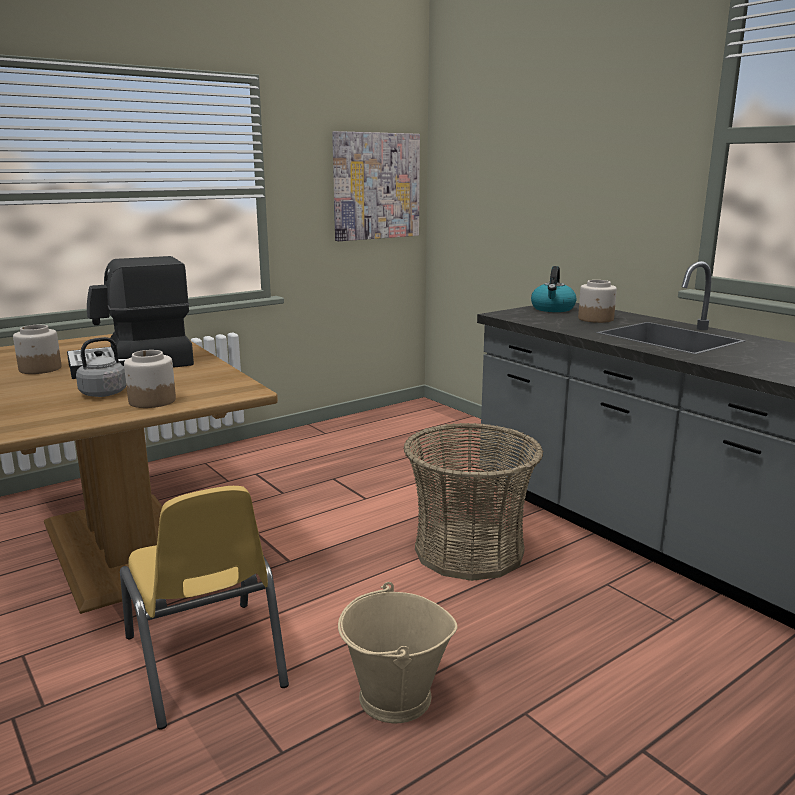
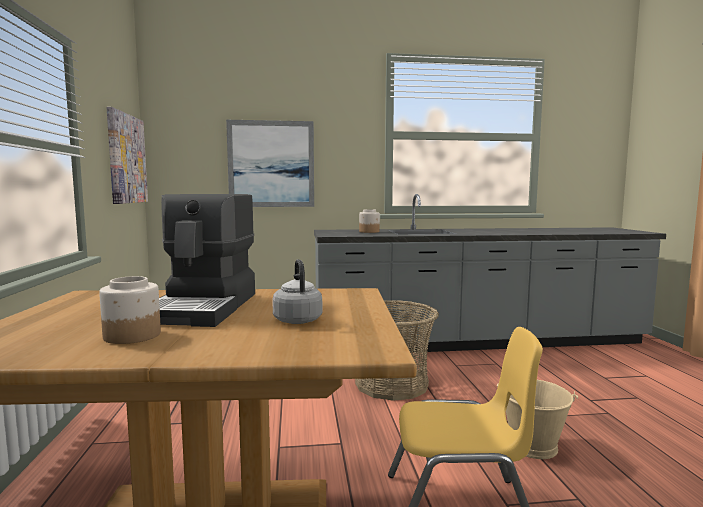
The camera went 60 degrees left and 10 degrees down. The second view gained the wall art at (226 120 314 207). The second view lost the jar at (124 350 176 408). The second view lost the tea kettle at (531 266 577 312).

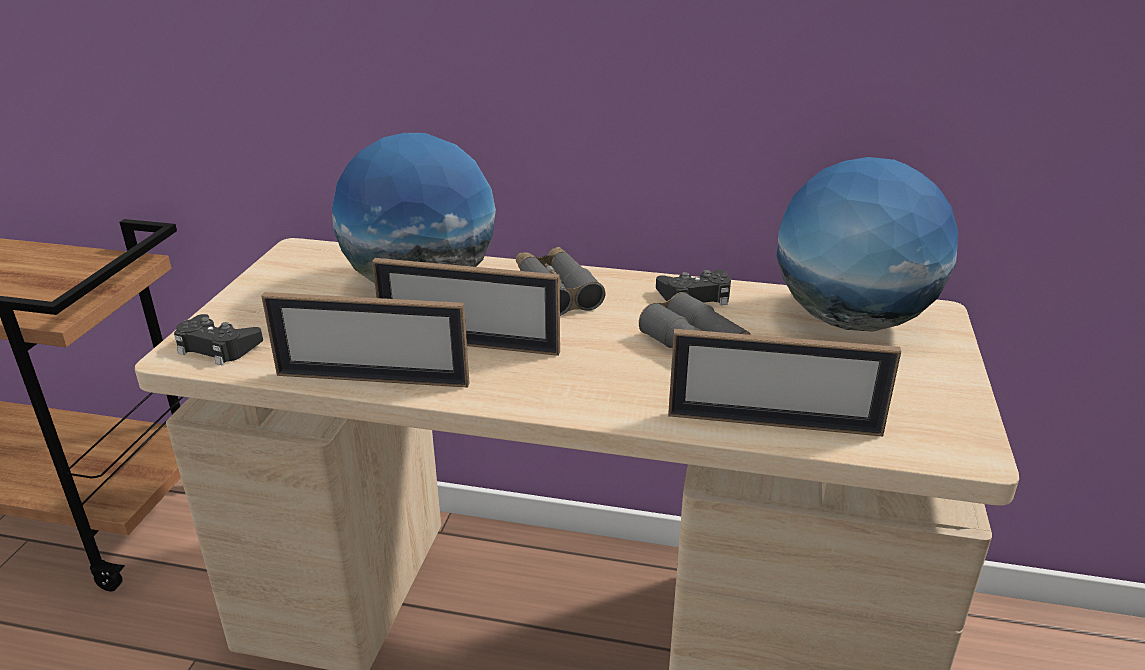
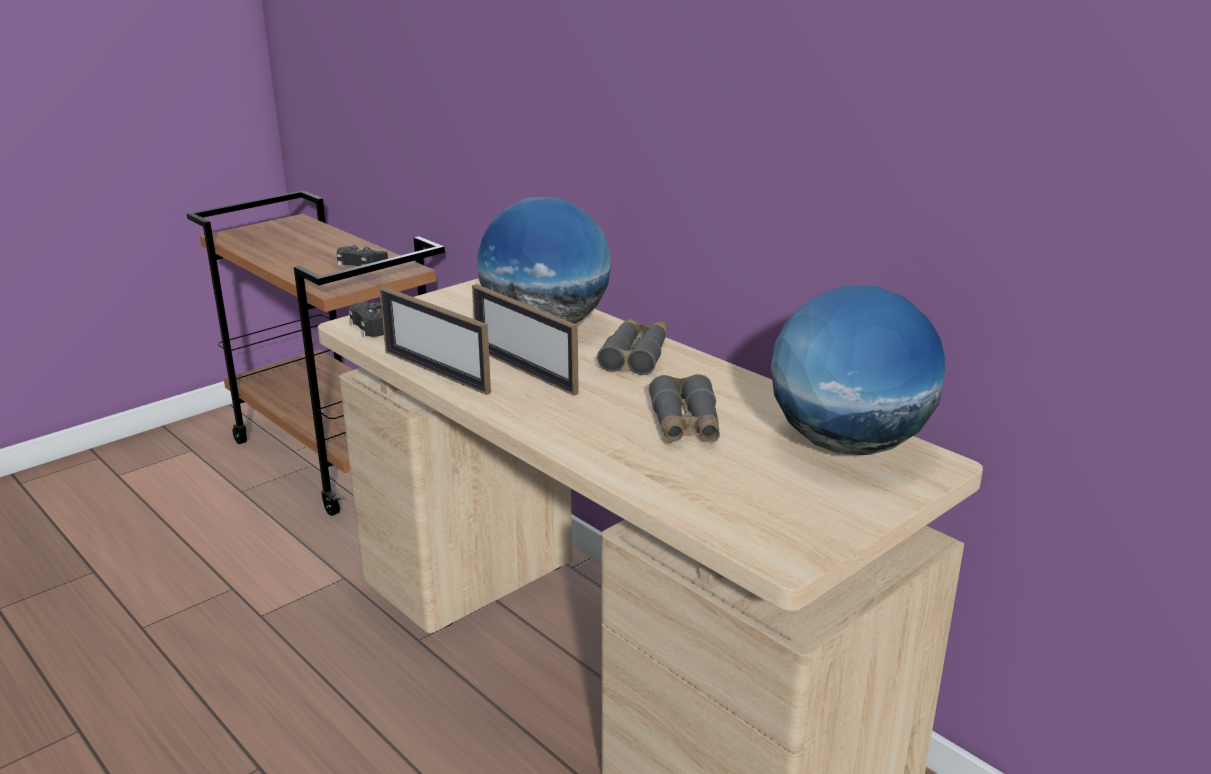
The camera went 35 degrees right and 5 degrees down. The game controller/black-coloured ended up elsewhere, having gone from (656 270 731 305) to (336 245 388 266). The second view lost the picture frame at (668 329 901 436).

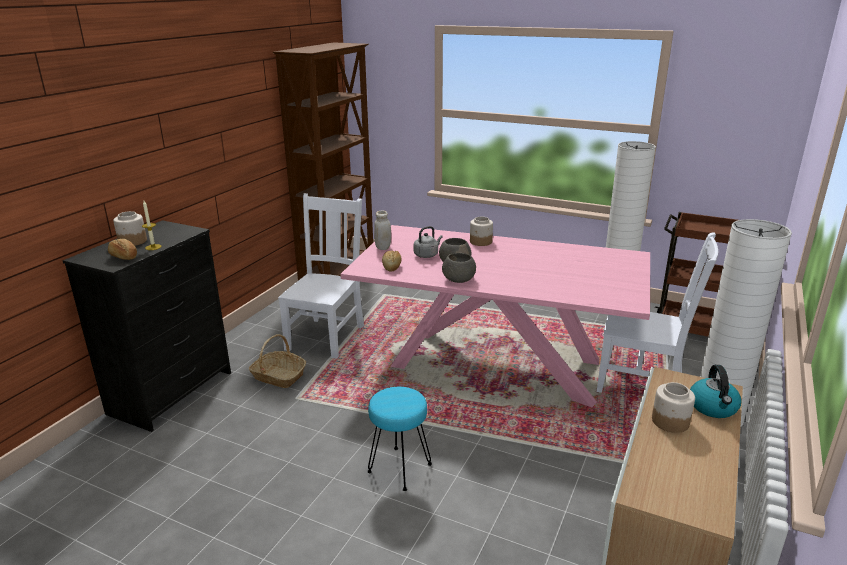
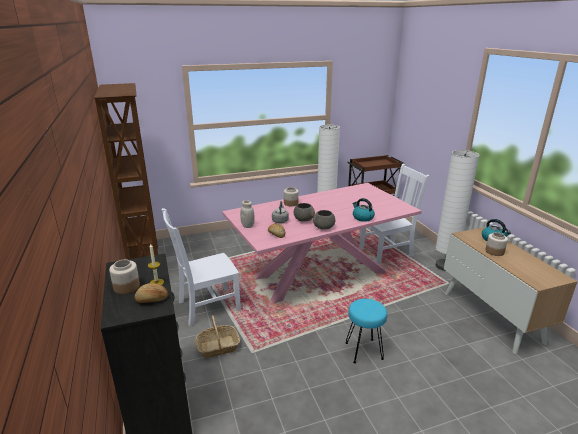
The camera went 45 degrees left and 0 degrees up. The plain chair/white at (278 193 364 359) ended up facing another way, 90 degrees counterclockwise from before. The second view gained the tea kettle at (352 198 375 222).

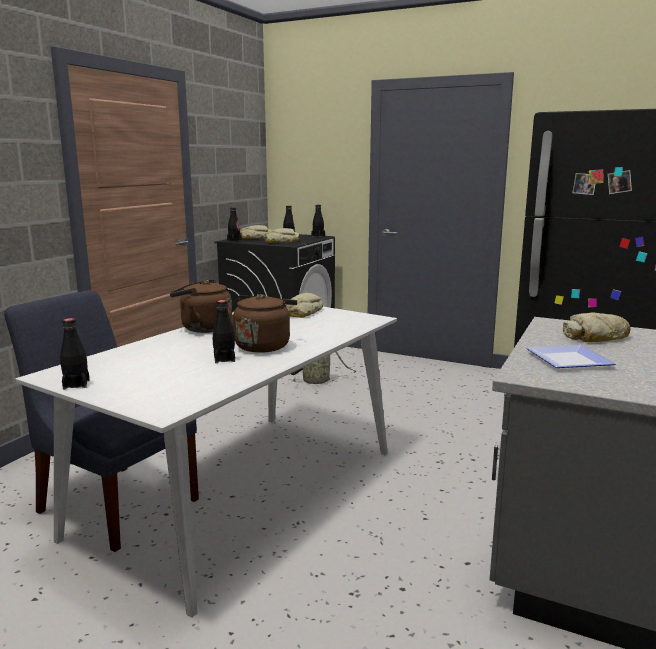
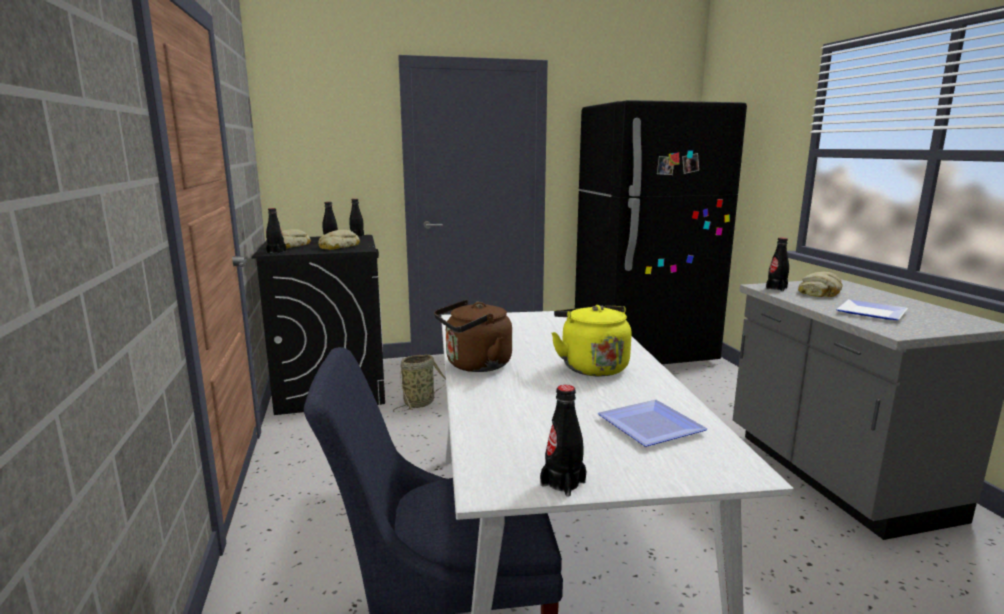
The camera went 40 degrees left and 0 degrees up. What was the tea kettle/brown-coloured at (228 294 297 353) turned into the tea kettle/yellow at (551 305 632 377). The second view gained the plate at (597 400 708 447). The drink bottle/black-coloured ended up elsewhere, having gone from (213 300 235 363) to (766 238 789 291). The second view lost the bakery bread at (286 293 323 318).

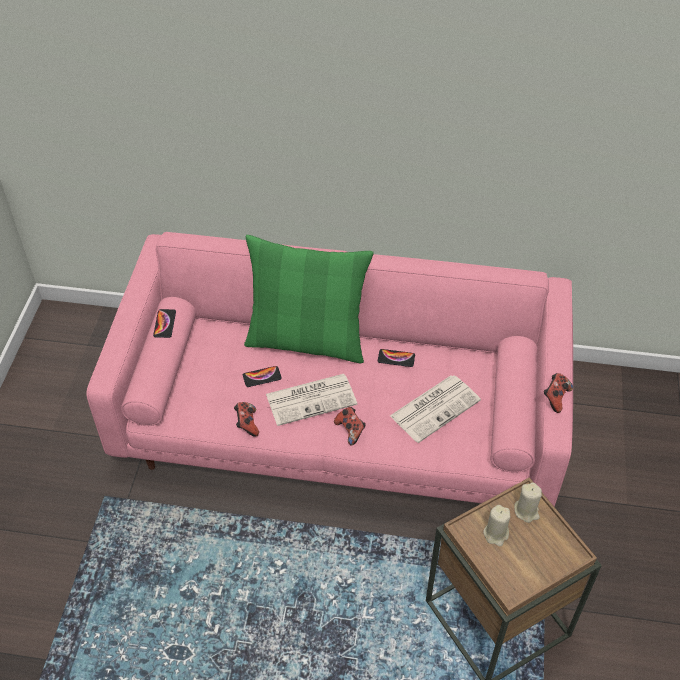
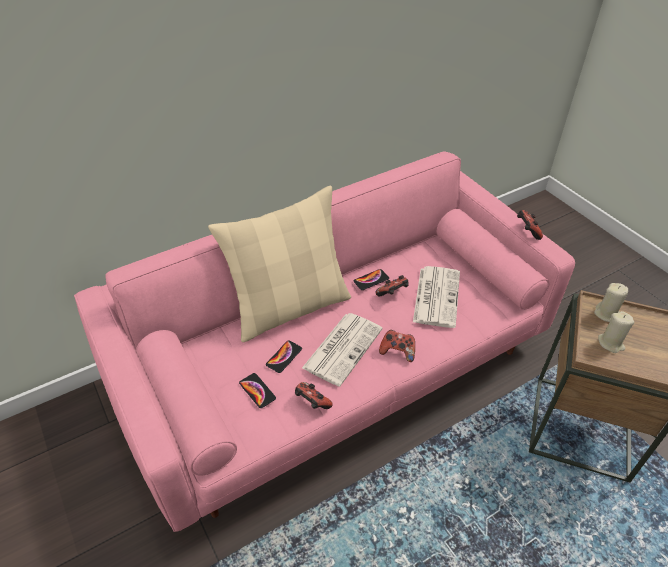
The camera went 40 degrees left and 5 degrees down. What was the pillow/green-coloured at (244 235 374 363) turned into the pillow/beige-coloured at (208 186 351 342). The phone ended up elsewhere, having gone from (153 309 176 338) to (239 373 276 408). The second view gained the game controller at (375 275 409 296).

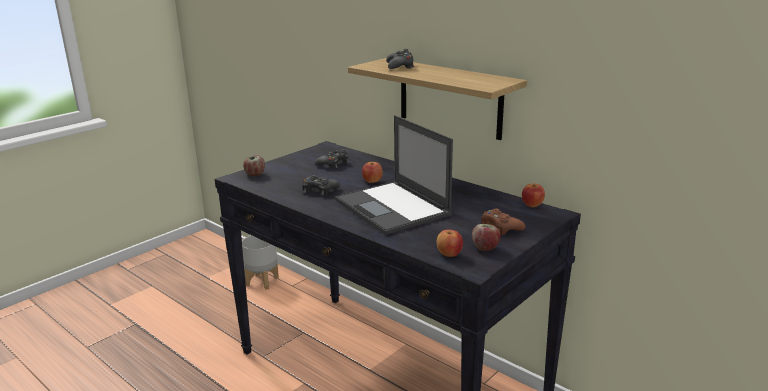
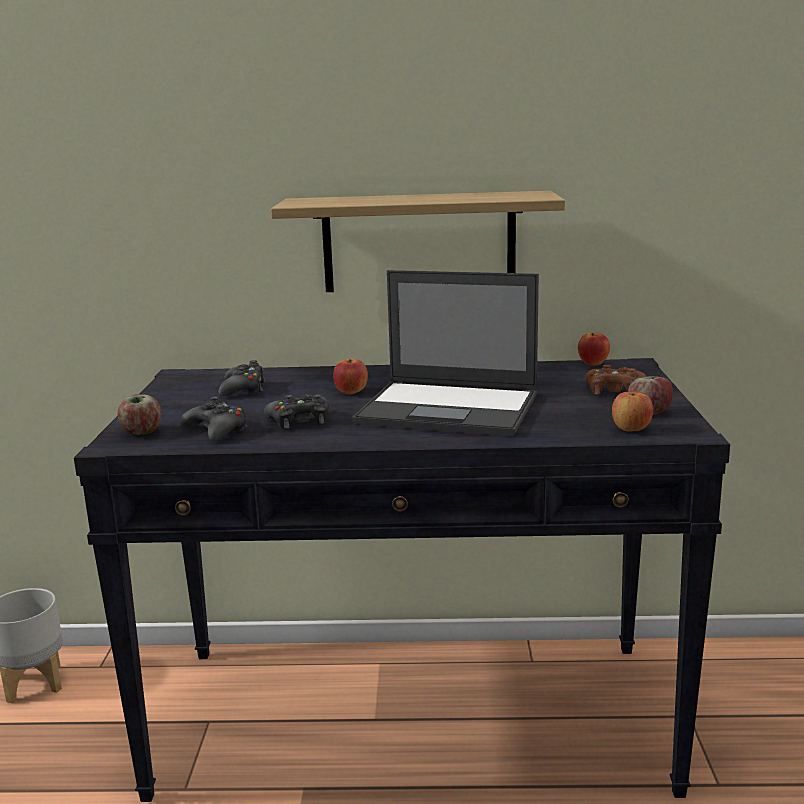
The camera went 40 degrees left and 5 degrees down. The game controller/black-coloured ended up elsewhere, having gone from (386 49 414 69) to (179 396 247 441).

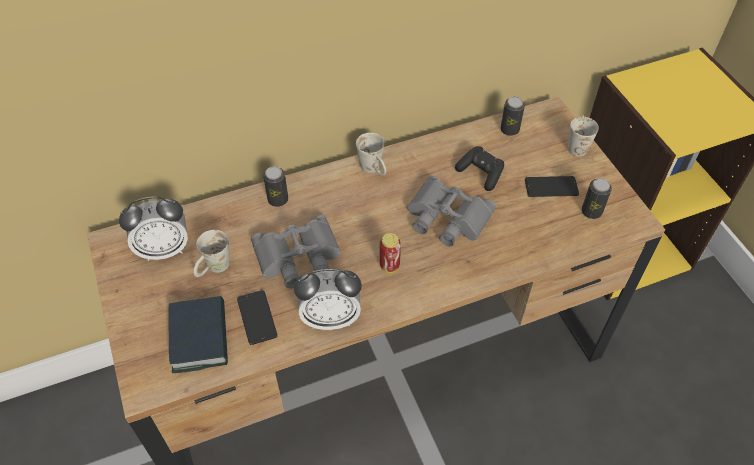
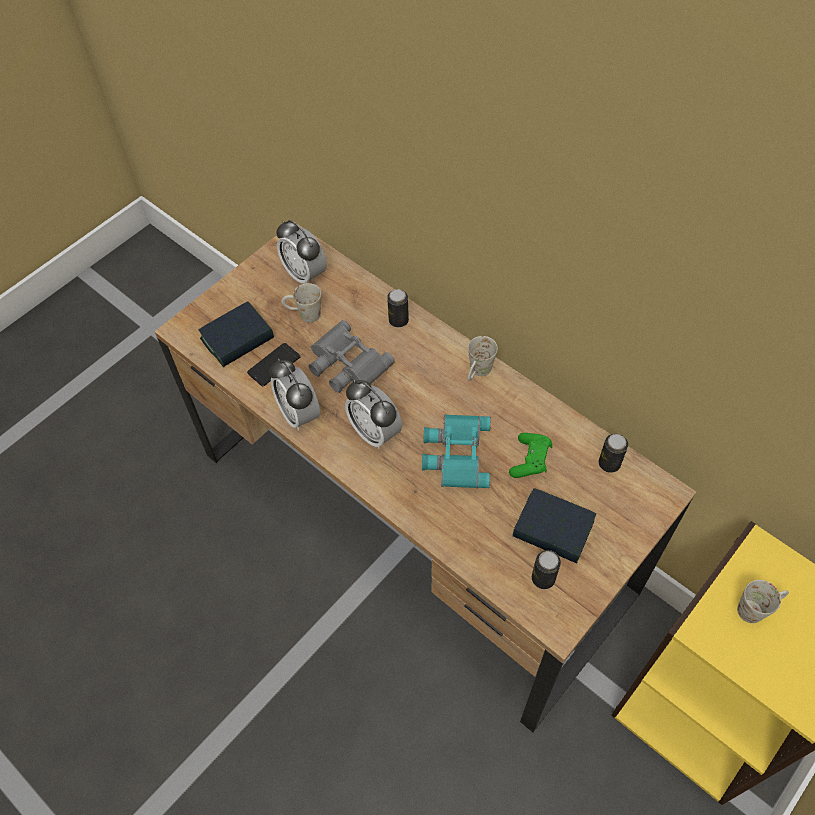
The camera went 65 degrees right and 5 degrees up. Where the sealed can stood at (380 233 401 273), the table clock came to stand at (345 380 402 449). What was the binoculars/grey at (407 176 496 246) turned into the binoculars/turquoise-coloured at (422 414 491 488). What was the game controller/black-coloured at (455 146 504 191) turned into the game controller/green-coloured at (509 433 552 478). Where the phone stood at (525 176 579 197), the bound book came to stand at (512 488 597 563). The mug/white ended up elsewhere, having gone from (568 115 599 156) to (737 580 789 623).

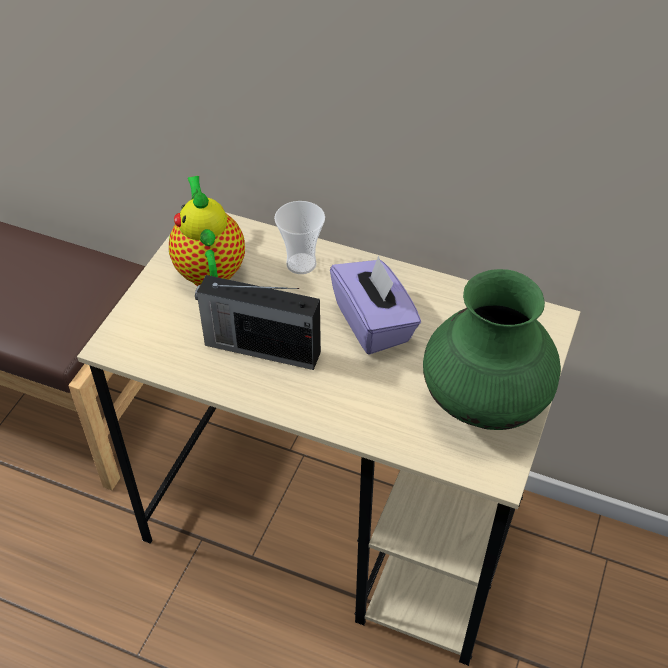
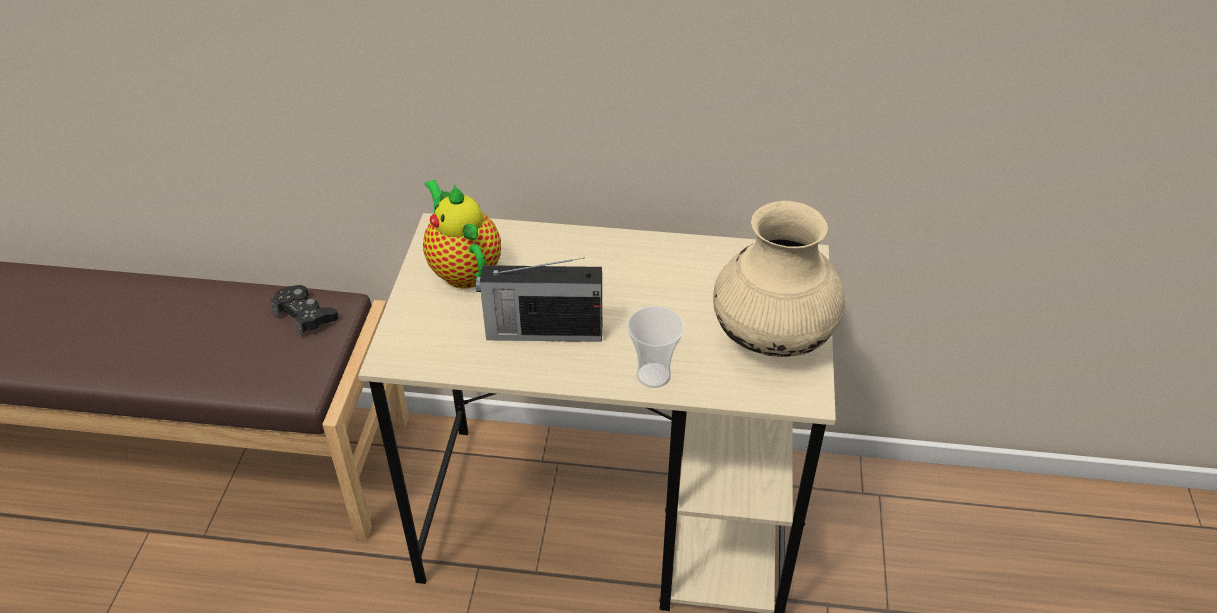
The camera went 15 degrees left and 5 degrees down. The second view gained the game controller/black-coloured at (270 285 339 337). The small cup ended up elsewhere, having gone from (274 201 325 274) to (627 306 685 388). What was the vase/green-coloured at (423 269 561 430) turned into the vase/beige-coloured at (713 201 845 357). The second view lost the box of tissues/purple at (330 256 421 355).

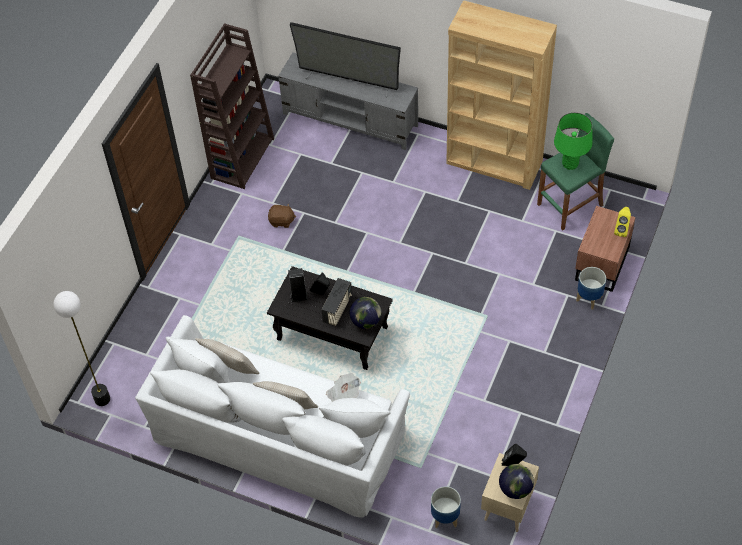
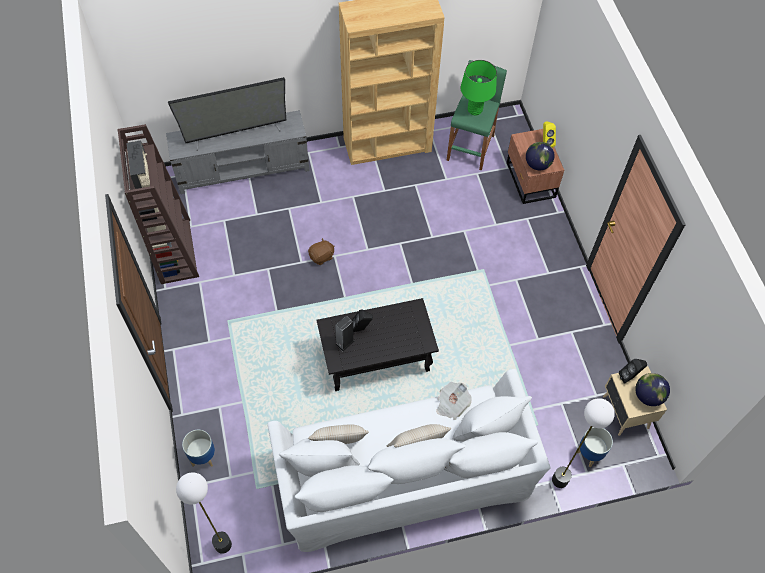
The camera went 40 degrees left and 5 degrees up. The radio receiver ended up elsewhere, having gone from (321 278 352 326) to (126 141 150 189). The flower pot ended up elsewhere, having gone from (576 267 606 310) to (182 430 215 467). The plush toy/brown-coloured ended up elsewhere, having gone from (268 204 296 228) to (308 238 334 265). The world globe ended up elsewhere, having gone from (350 297 381 329) to (526 142 554 170). The second view gained the floor lamp at (552 398 615 488).

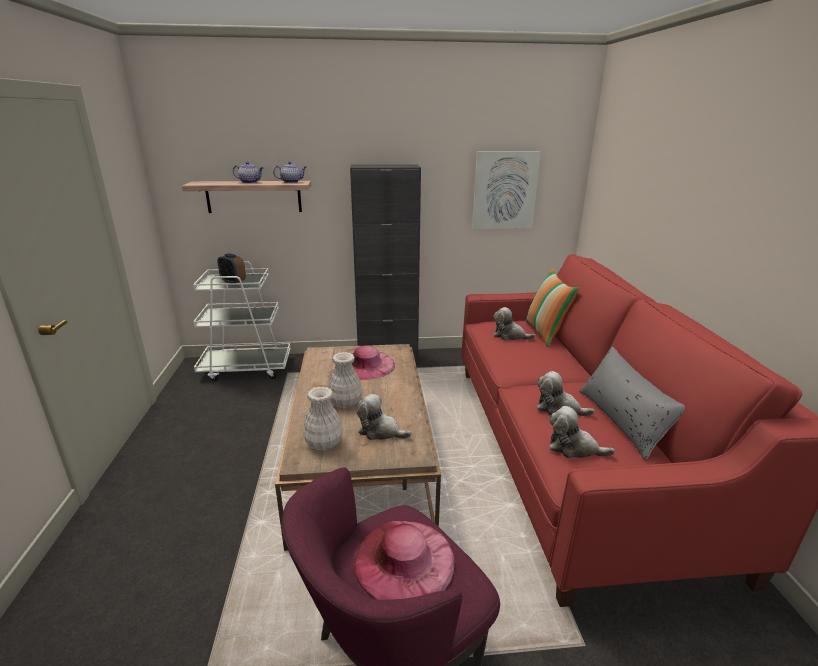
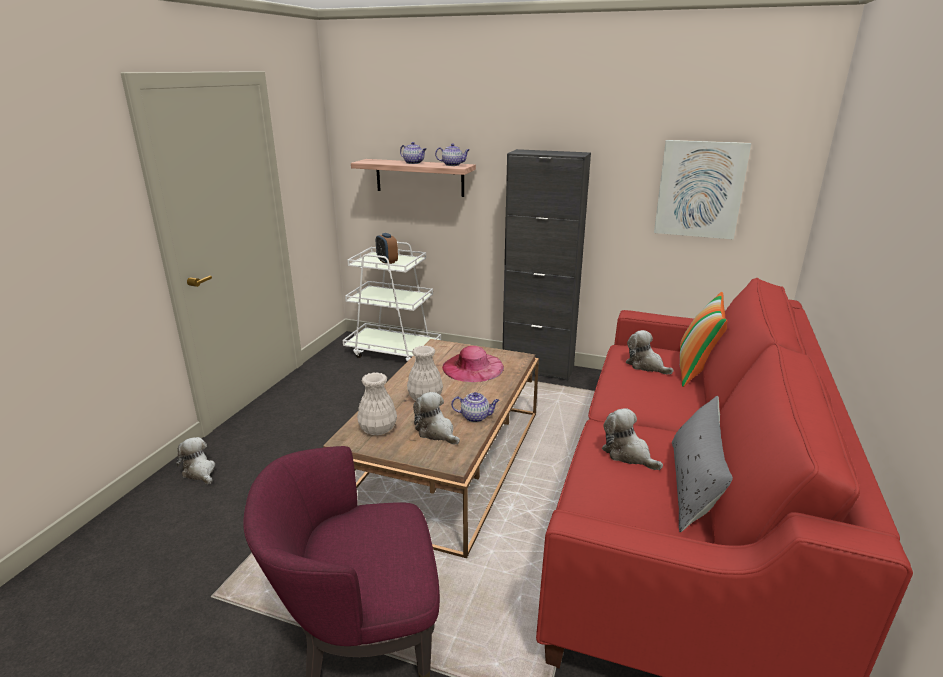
The camera went 25 degrees right and 0 degrees up. The plush toy ended up elsewhere, having gone from (549 406 615 458) to (176 437 215 484). The second view gained the teapot at (451 392 500 422). The second view lost the hat/pink at (353 521 455 600).

